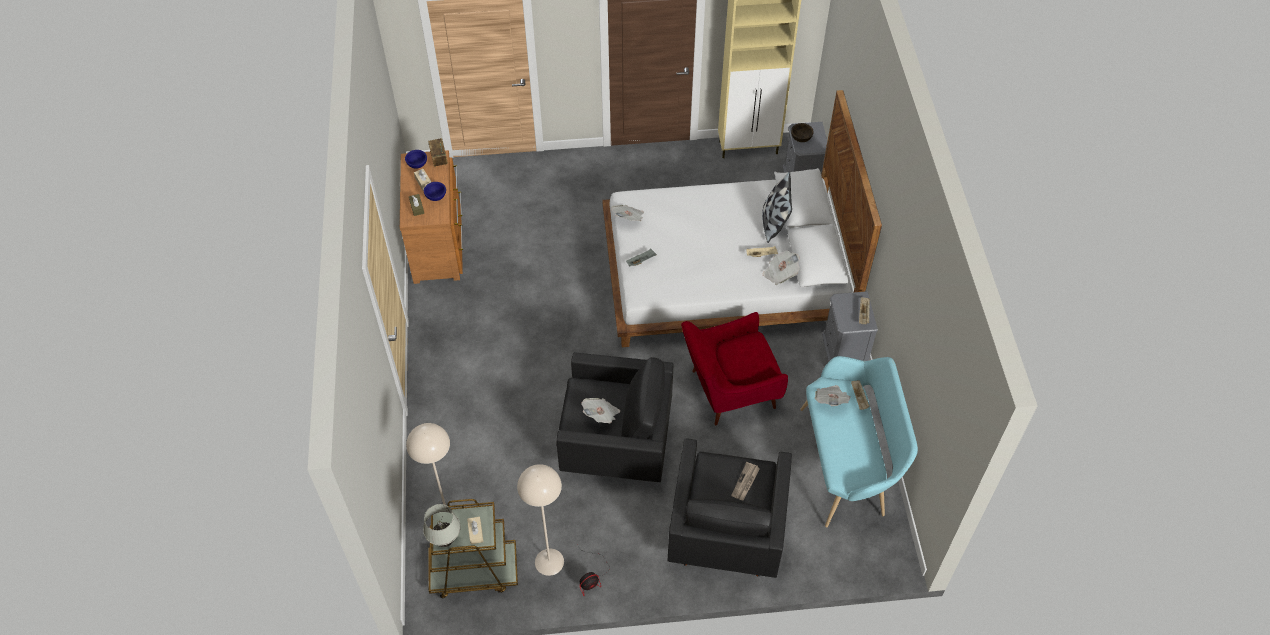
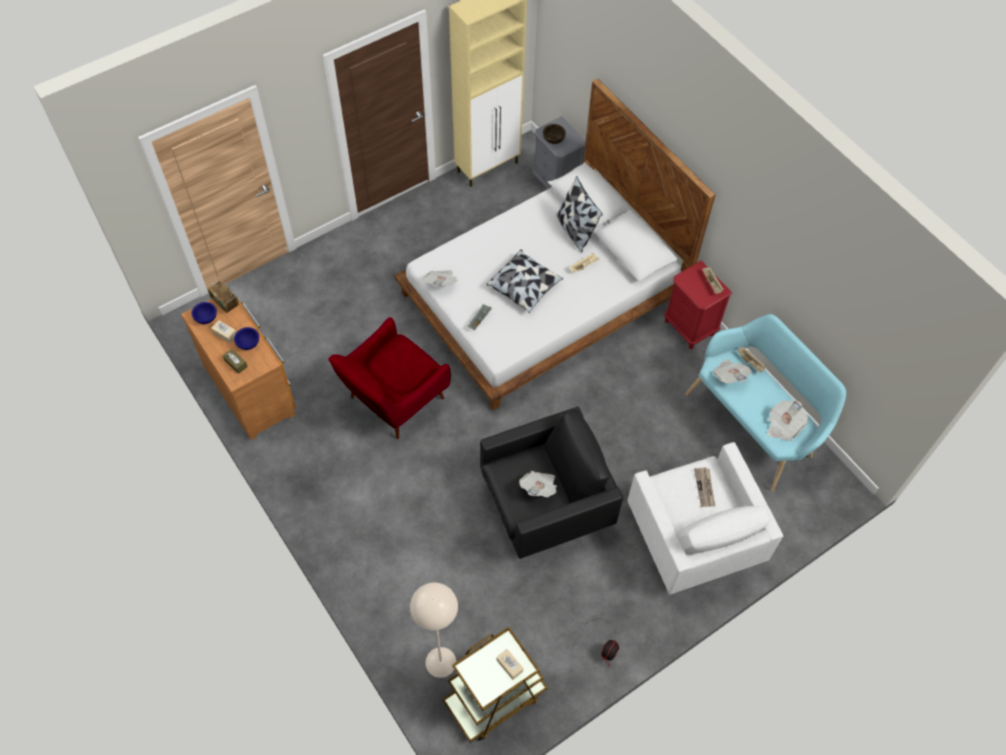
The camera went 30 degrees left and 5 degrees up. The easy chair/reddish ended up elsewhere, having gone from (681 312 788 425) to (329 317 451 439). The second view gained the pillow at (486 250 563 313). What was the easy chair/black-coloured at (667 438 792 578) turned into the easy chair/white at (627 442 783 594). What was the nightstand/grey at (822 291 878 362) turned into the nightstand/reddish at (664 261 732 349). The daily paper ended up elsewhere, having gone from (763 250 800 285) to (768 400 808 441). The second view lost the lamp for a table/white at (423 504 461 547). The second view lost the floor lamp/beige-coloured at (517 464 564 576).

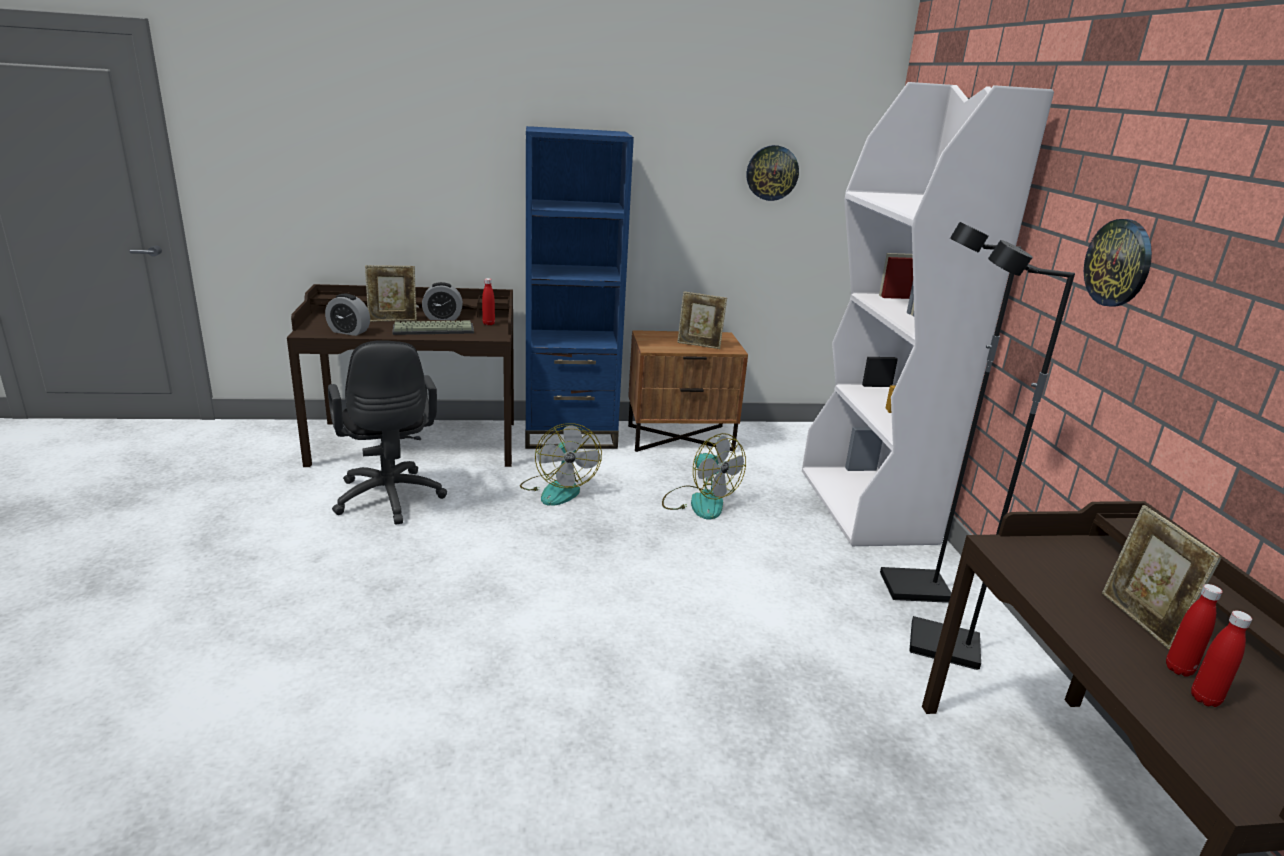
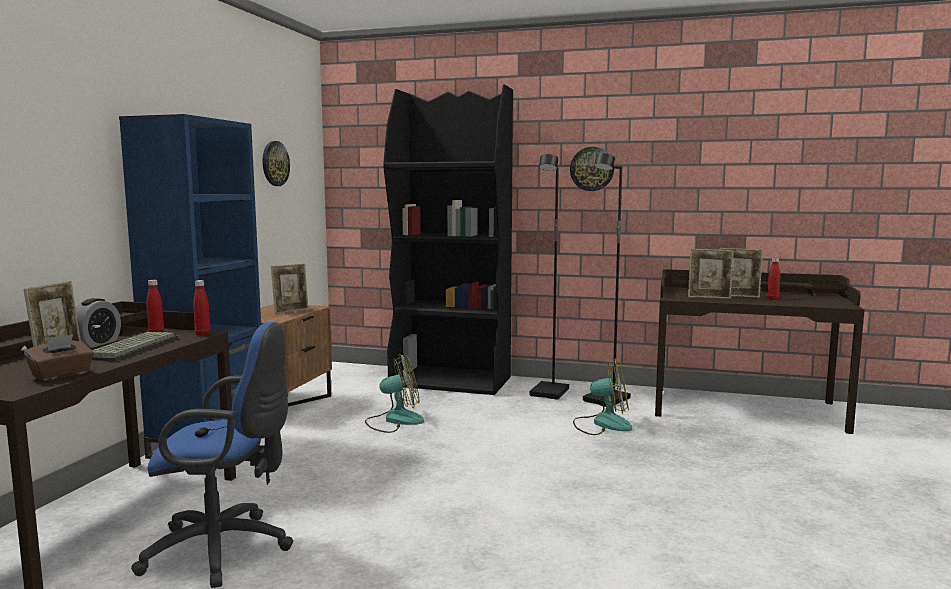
The camera went 65 degrees left and 15 degrees down. Where the table clock stood at (325 294 370 336), the box of tissues/brown-coloured came to stand at (24 334 94 381). What was the office chair/black-coloured at (328 340 447 525) turned into the office chair/blue at (131 322 293 588). The drink bottle/reddish ended up elsewhere, having gone from (1191 611 1252 707) to (193 280 210 335). What was the shelving unit/white at (802 82 1054 546) turned into the shelving unit/black-coloured at (384 84 513 395). The electric fan ended up elsewhere, having gone from (520 423 602 506) to (573 357 632 435). The second view gained the picture frame at (688 249 734 299).

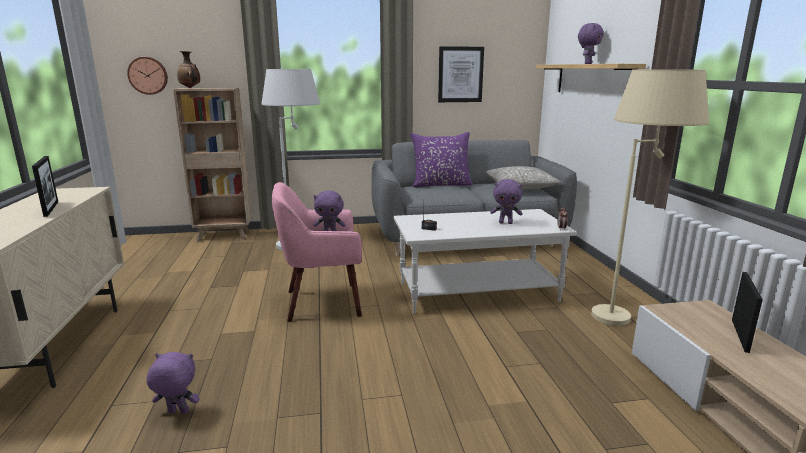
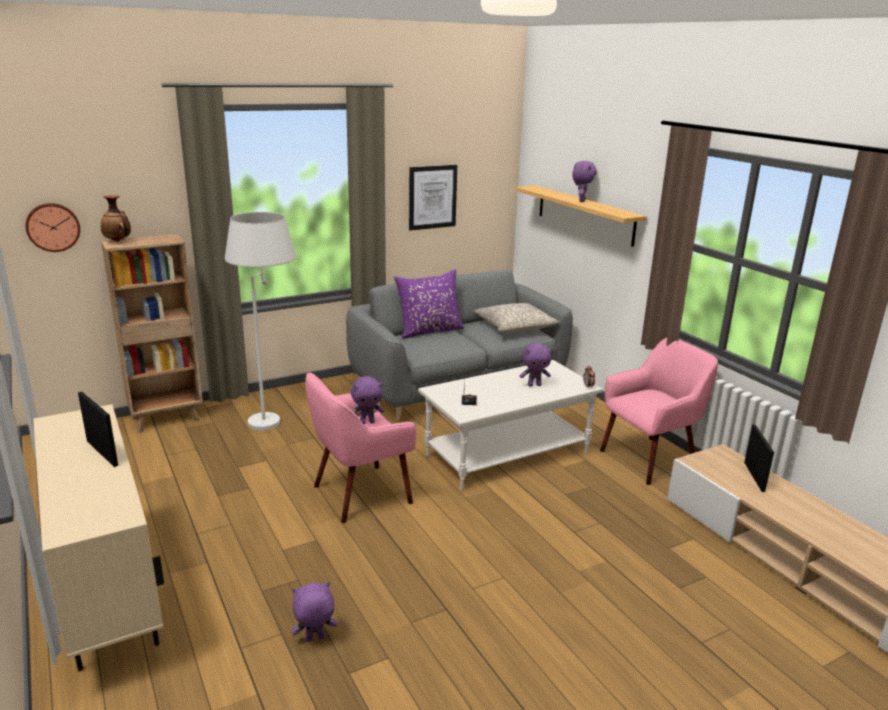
The camera went 20 degrees left and 5 degrees up. Where the floor lamp/beige-coloured stood at (591 69 709 326), the easy chair/pink came to stand at (600 338 718 485).

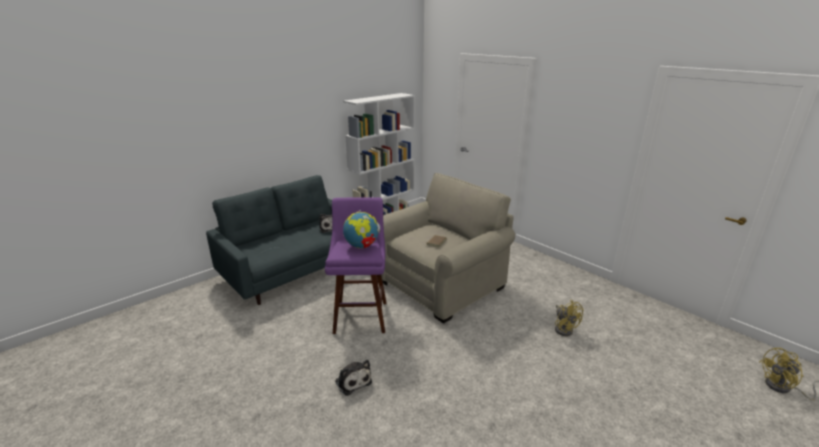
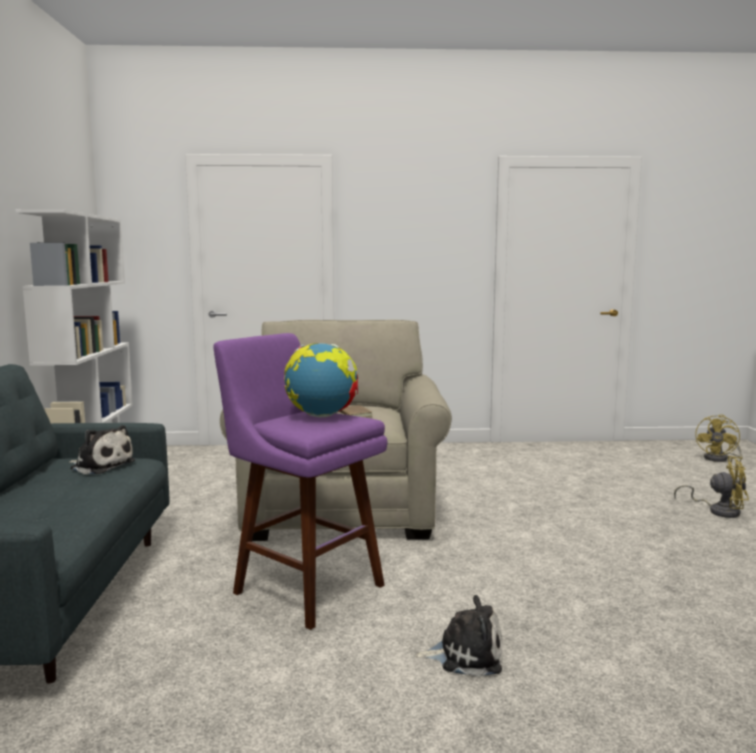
The camera went 50 degrees left and 15 degrees down. The electric fan/yellow ended up elsewhere, having gone from (555 300 584 336) to (674 456 749 518).

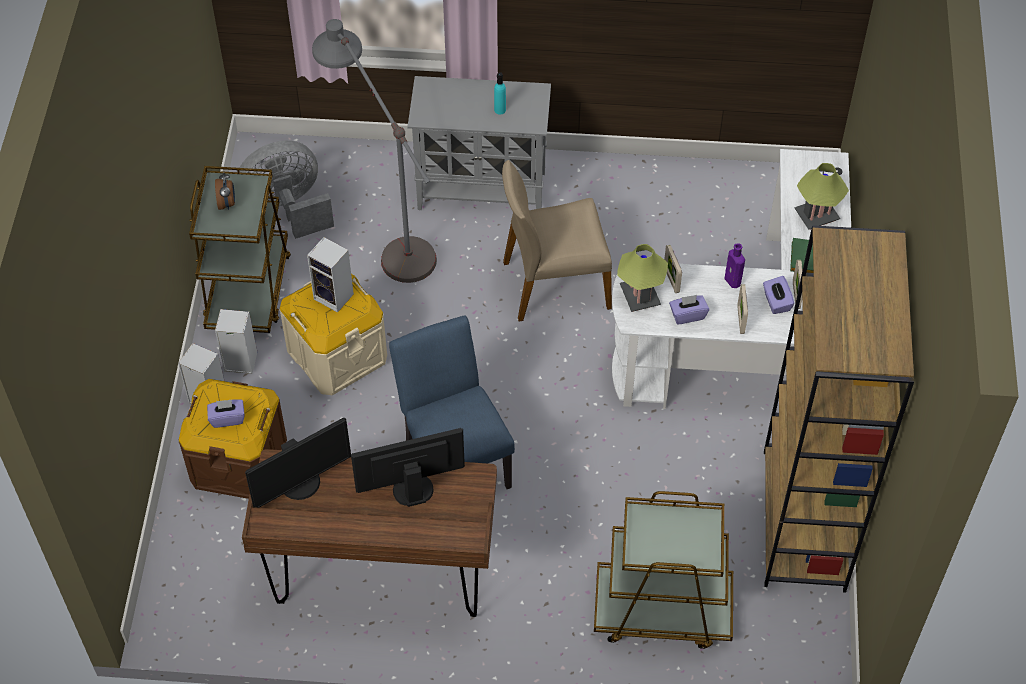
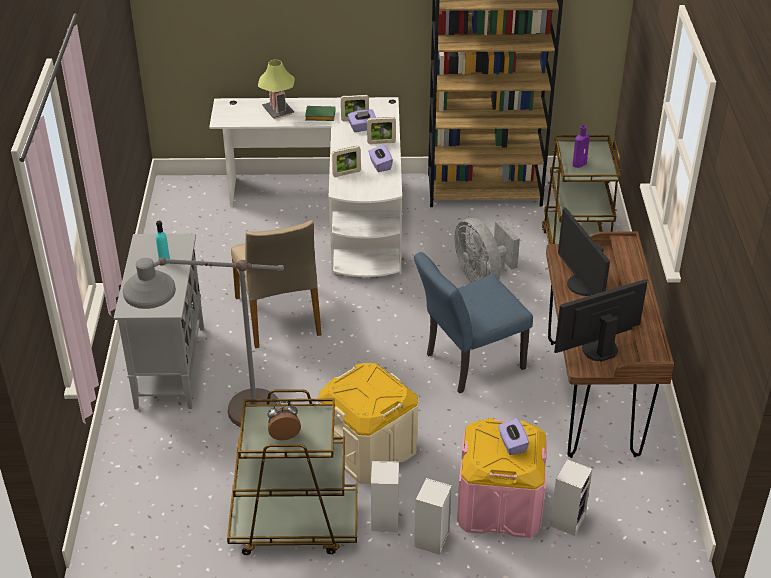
The camera went 95 degrees left and 15 degrees down. The electric fan/grey ended up elsewhere, having gone from (239 141 334 239) to (455 218 520 283). What was the storage container/brown-coloured at (179 379 287 499) turned into the storage container/pink at (457 418 547 538). The loudspeaker ended up elsewhere, having gone from (307 237 354 313) to (550 459 593 536). The computer display at (245 418 351 508) ended up facing another way, 75 degrees counterclockwise from before. The drink bottle/purple ended up elsewhere, having gone from (724 243 745 288) to (573 125 590 168). The second view lost the lamp for a table at (617 244 668 312).

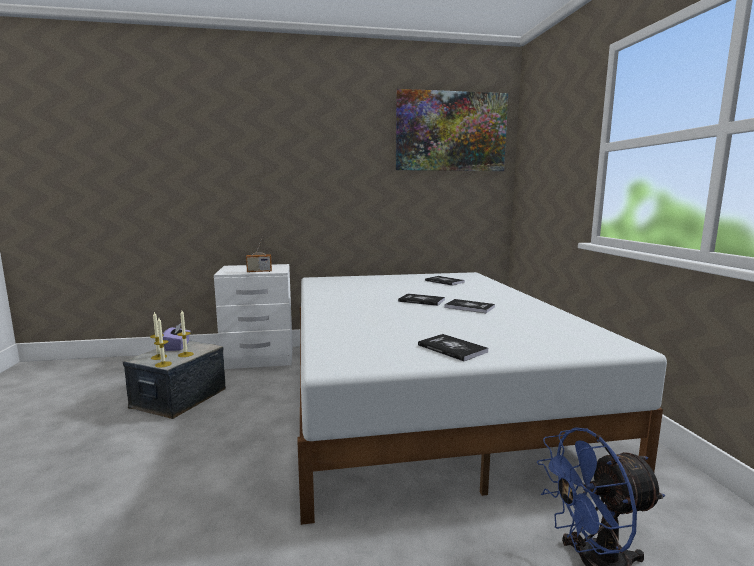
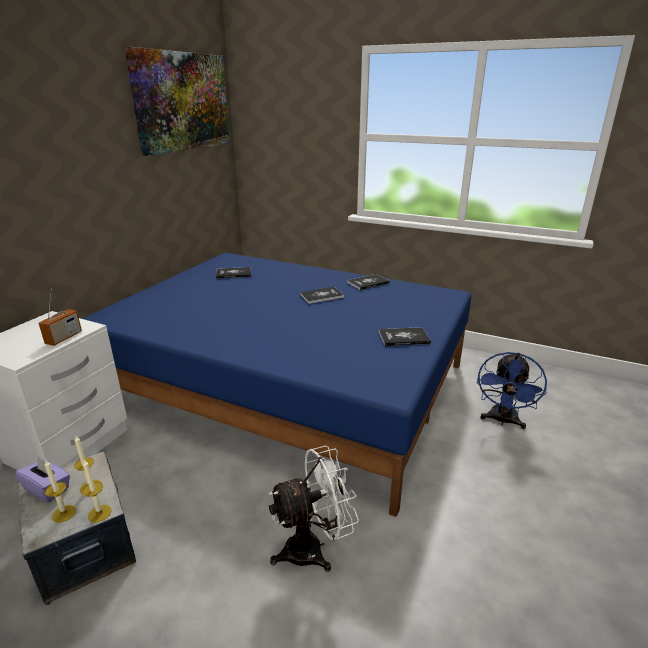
The camera went 55 degrees left and 15 degrees up. What was the bedroom bed/white at (298 272 667 525) turned into the bedroom bed/blue at (82 253 472 517). The second view gained the electric fan/white at (269 446 359 572). The bound book ended up elsewhere, having gone from (398 293 445 306) to (347 274 390 290).

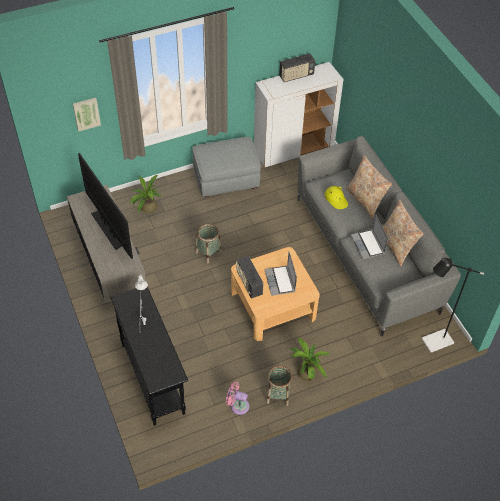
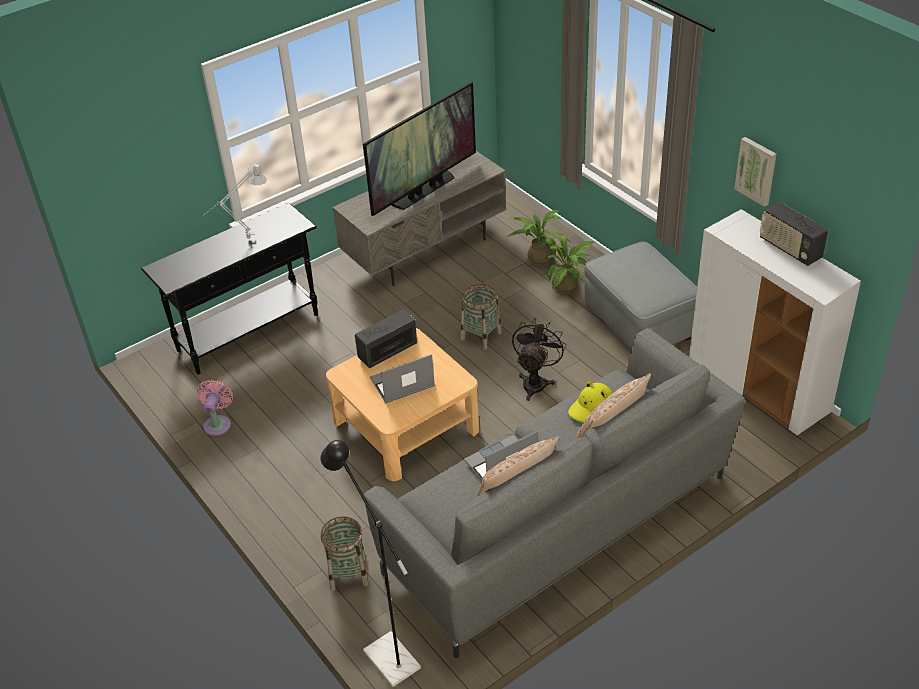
The camera went 80 degrees right and 10 degrees down. The basket ended up elsewhere, having gone from (266 366 292 406) to (320 516 368 591). The second view gained the electric fan/black-coloured at (512 318 566 401). The plant in a pot ended up elsewhere, having gone from (290 337 330 381) to (545 235 594 295). The wall art ended up elsewhere, having gone from (73 98 101 131) to (734 137 777 207).

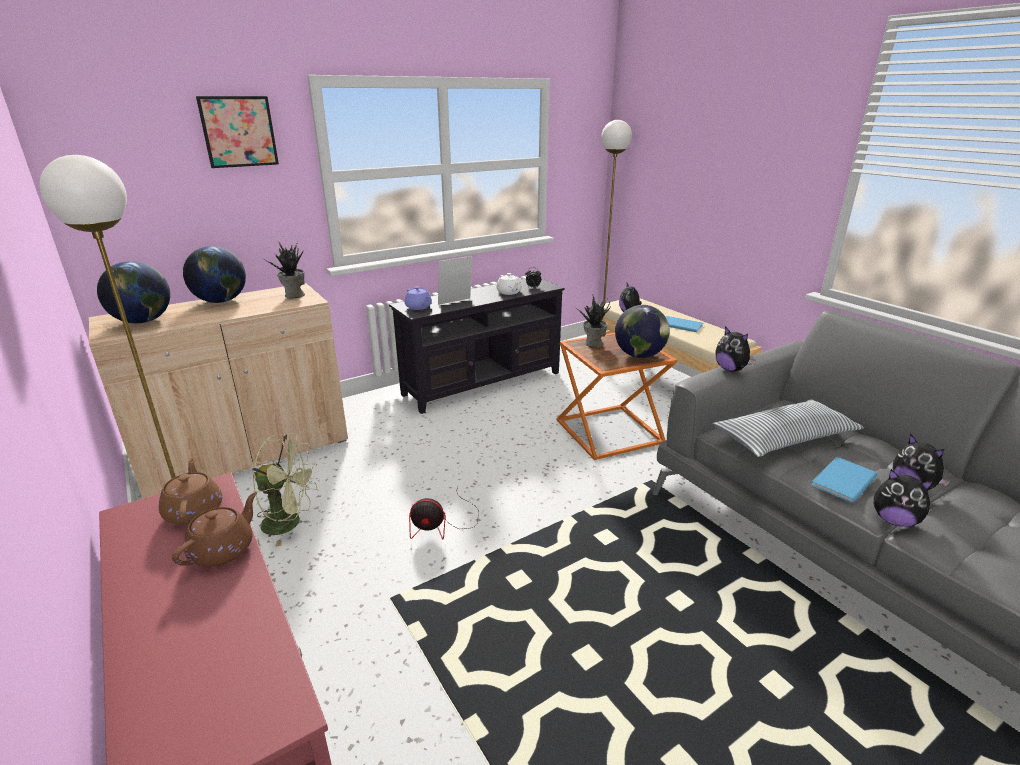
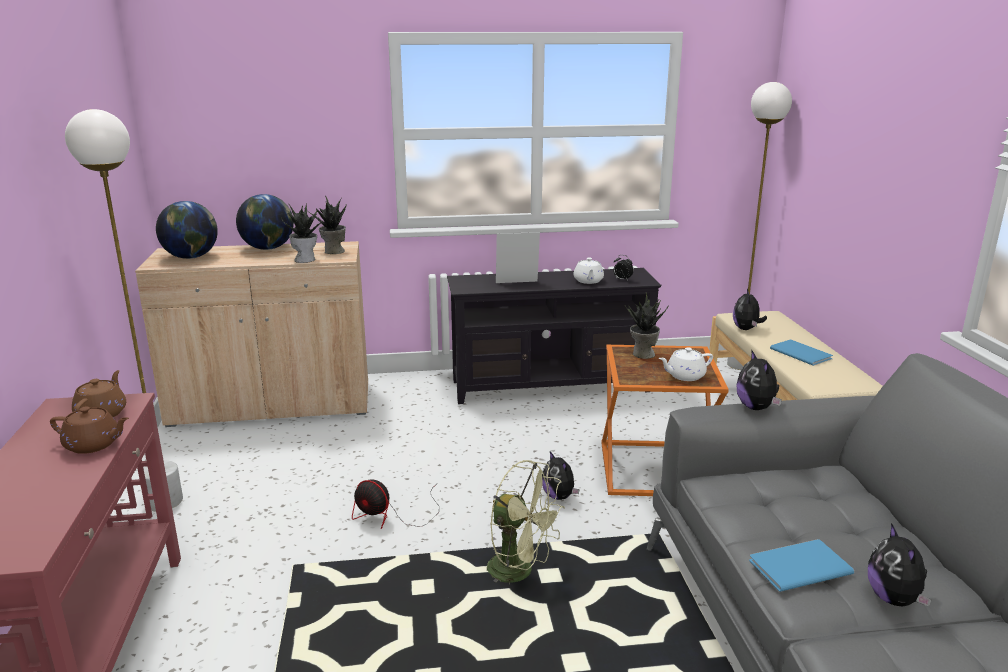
The camera went 25 degrees right and 5 degrees down. The teapot/brown-coloured at (172 492 257 567) ended up facing another way, 45 degrees clockwise from before. The second view gained the plant in a pot at (281 203 324 263). The electric fan/green-coloured ended up elsewhere, having gone from (252 433 317 547) to (487 460 565 585). The plush toy ended up elsewhere, having gone from (874 469 933 527) to (542 451 580 500). Where the world globe stood at (615 305 670 358), the teapot/white came to stand at (659 347 713 381). The second view lost the wall art at (196 96 279 168). The second view lost the teapot/purple at (404 286 432 310). The second view lost the pillow at (713 399 864 457).

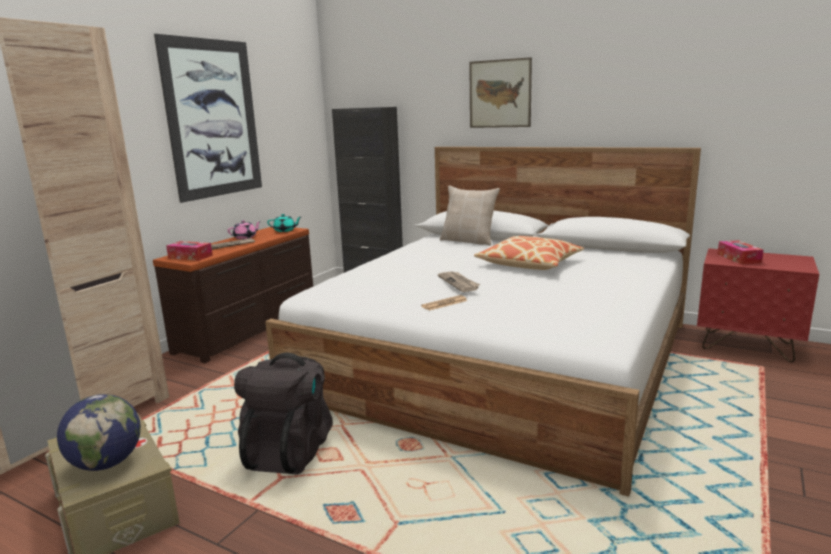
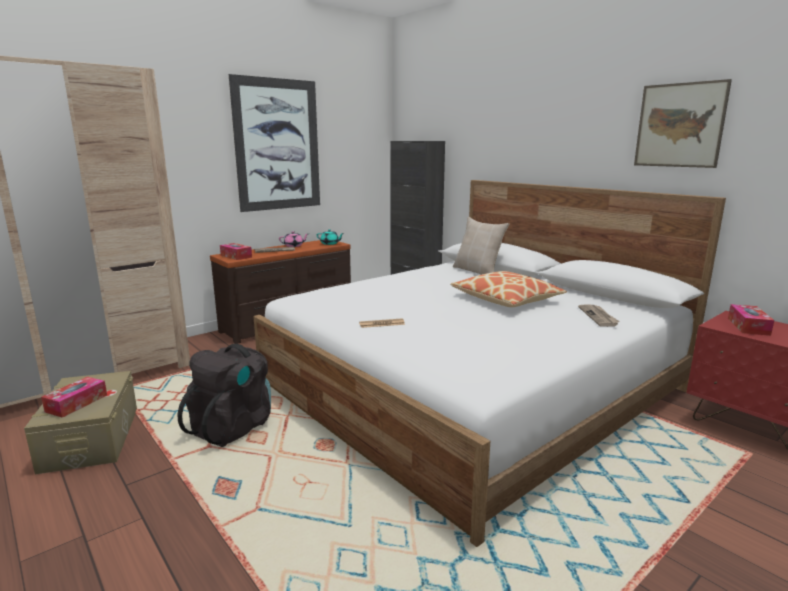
The camera went 20 degrees right and 0 degrees up. Where the world globe stood at (57 394 141 471), the box of tissues came to stand at (41 377 107 418). The daily paper ended up elsewhere, having gone from (438 272 480 292) to (578 304 620 327). The wall art ended up elsewhere, having gone from (469 57 532 128) to (634 79 732 168).

